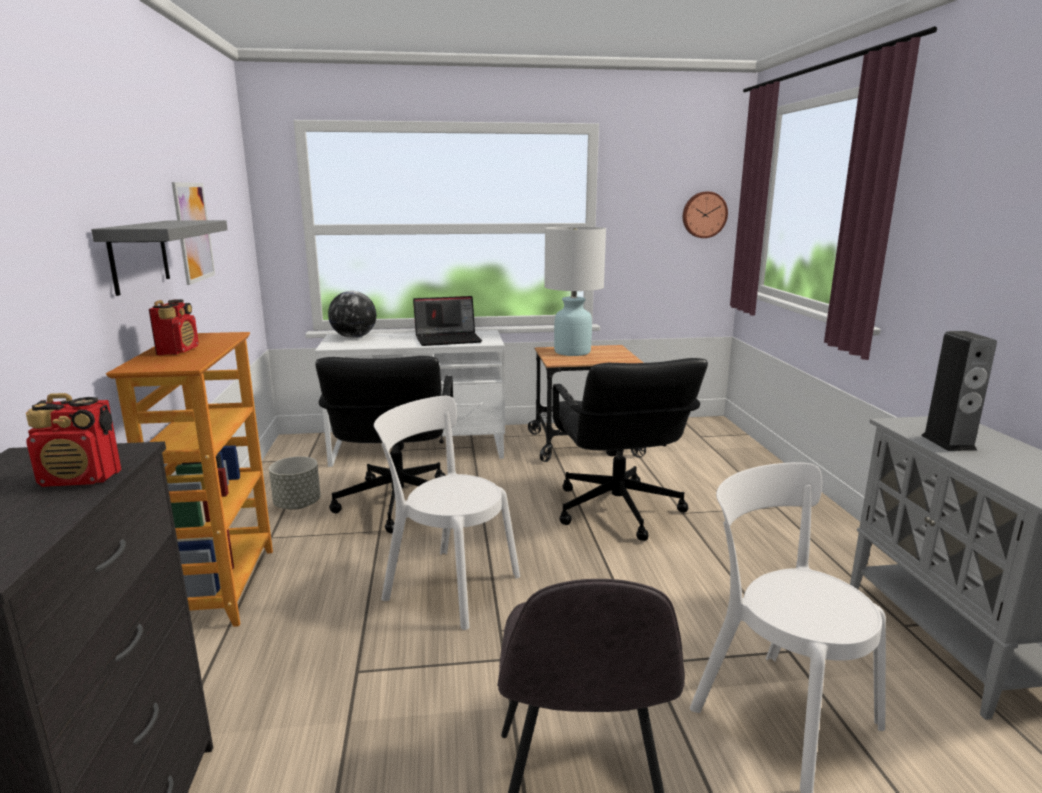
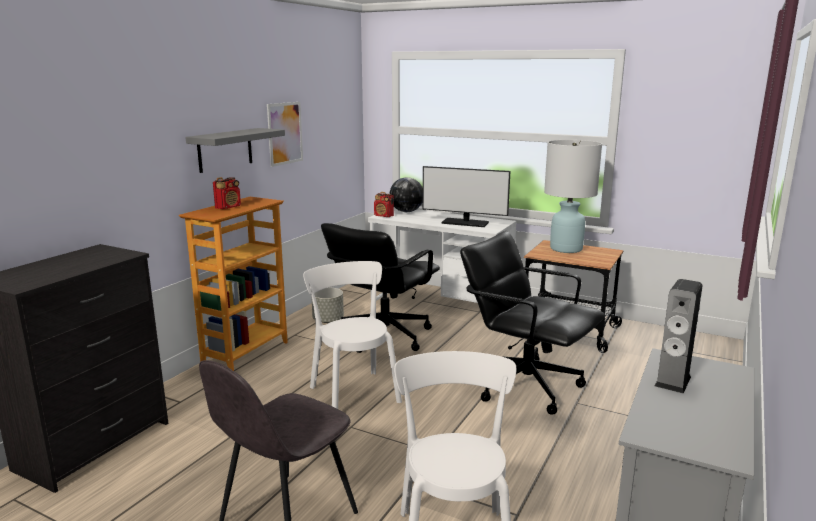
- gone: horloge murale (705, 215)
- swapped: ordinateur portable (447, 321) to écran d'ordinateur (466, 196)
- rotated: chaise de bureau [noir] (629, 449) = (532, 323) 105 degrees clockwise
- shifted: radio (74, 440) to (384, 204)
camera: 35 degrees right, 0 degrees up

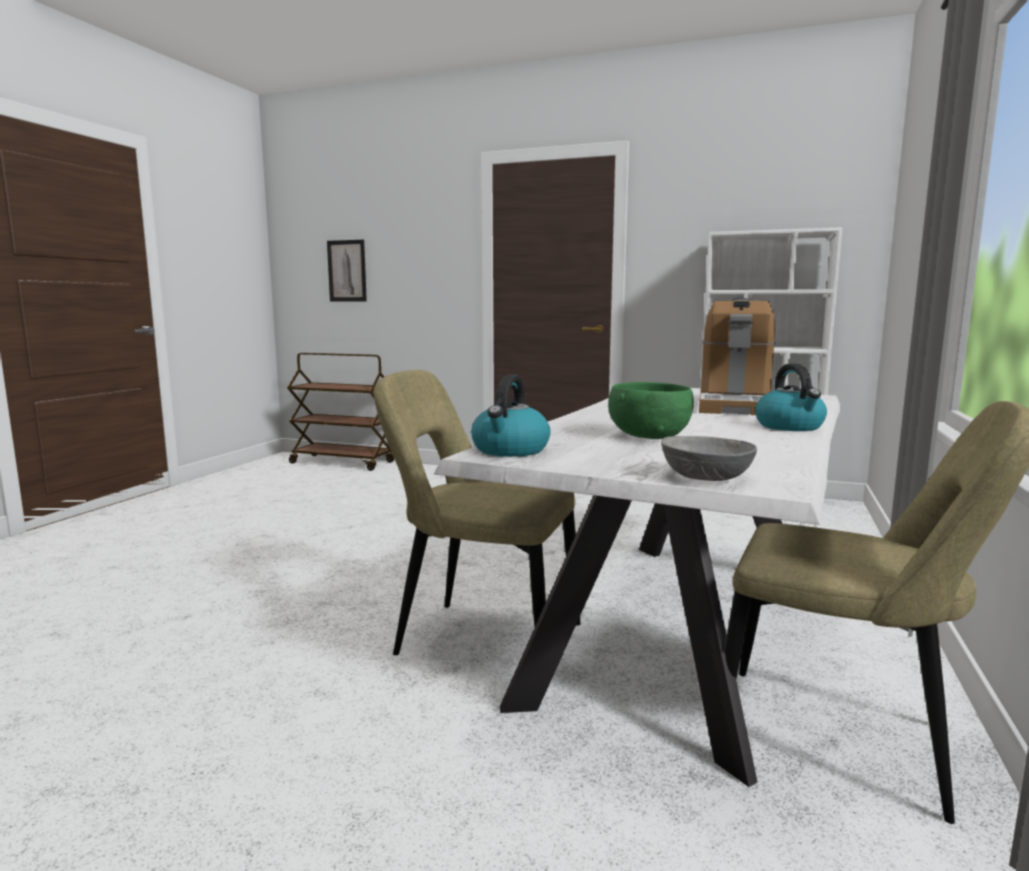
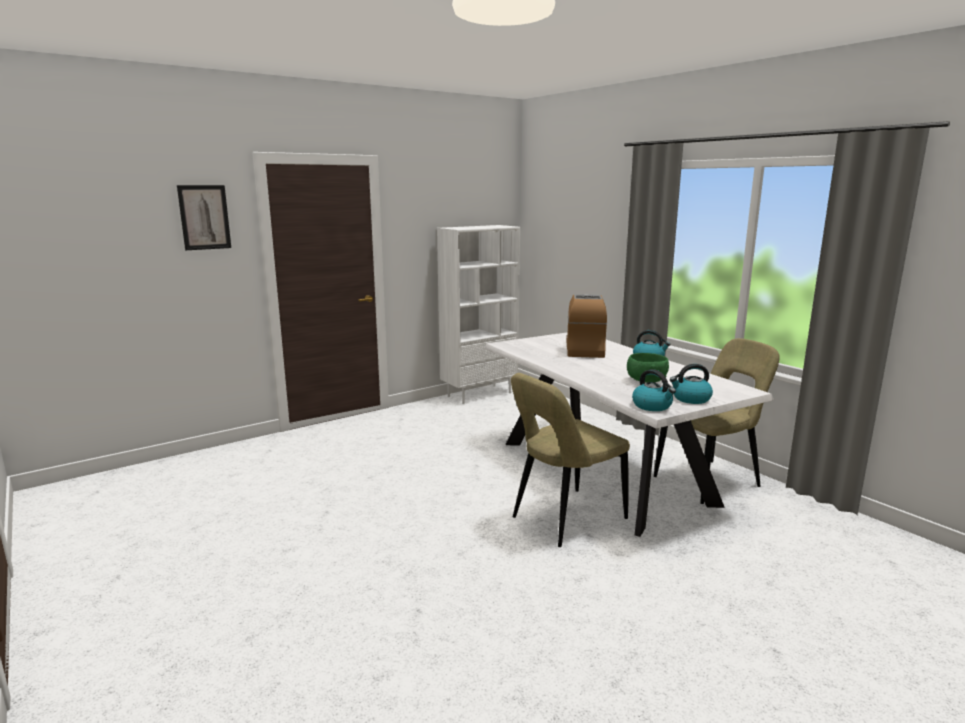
- shifted: tableau (347, 271) to (204, 217)
- rotated: machine à café (737, 356) = (587, 326) 135 degrees counterclockwise
- gone: chariot [marron] (340, 412)
- gone: bol [gris] (709, 458)
- new: bouilloire (691, 384)
camera: 55 degrees left, 5 degrees up

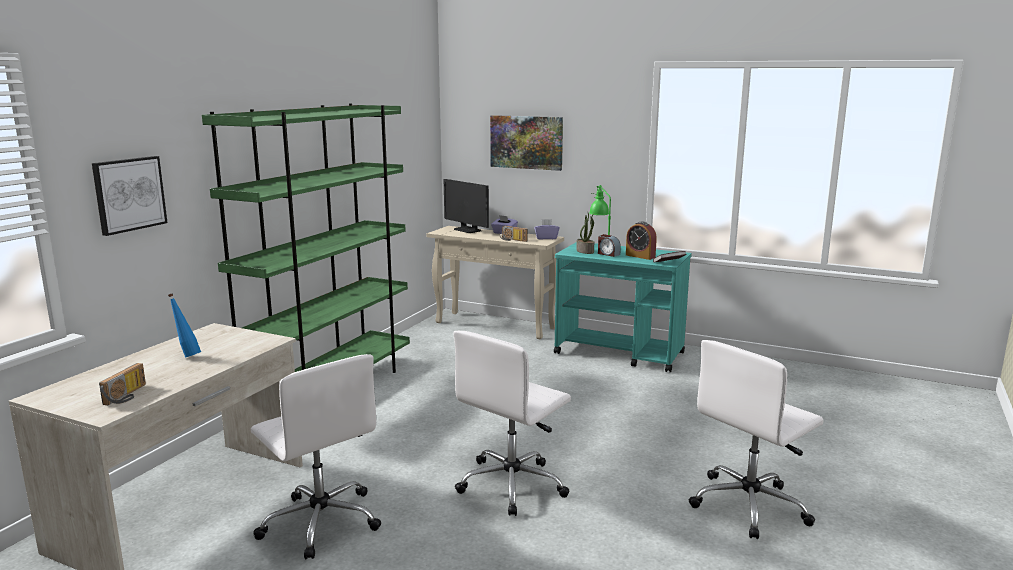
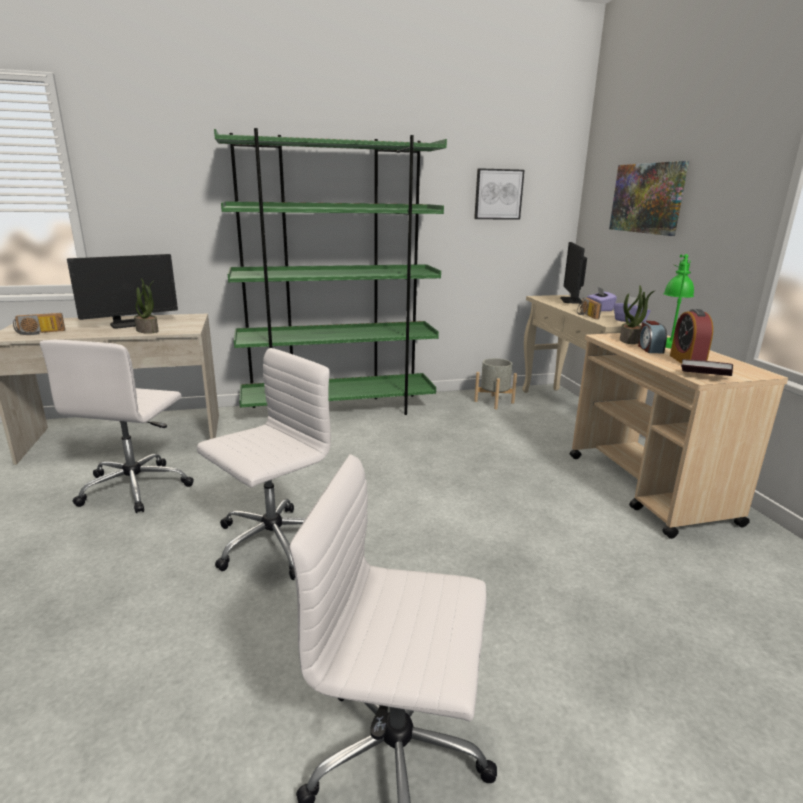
- shifted: tableau (129, 196) to (499, 194)
- repainted: chariot [turquoise] (623, 307) to chariot [beige] (679, 436)
- swapped: bouteille [bleu] (184, 325) to écran d'ordinateur (122, 291)
- rotated: chaise de bureau [blanc] (512, 423) = (264, 464) 135 degrees clockwise
- new: plante en pot (146, 306)
- new: cache-pot [gris] (495, 384)
camera: 50 degrees right, 5 degrees up

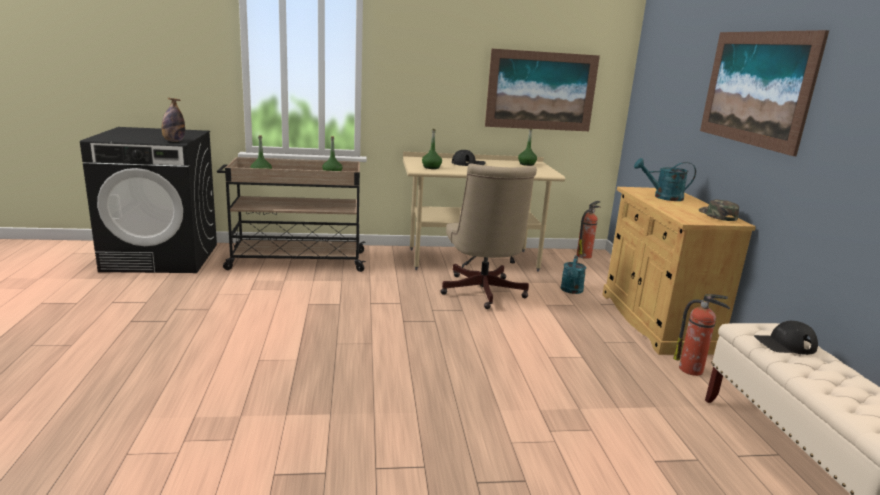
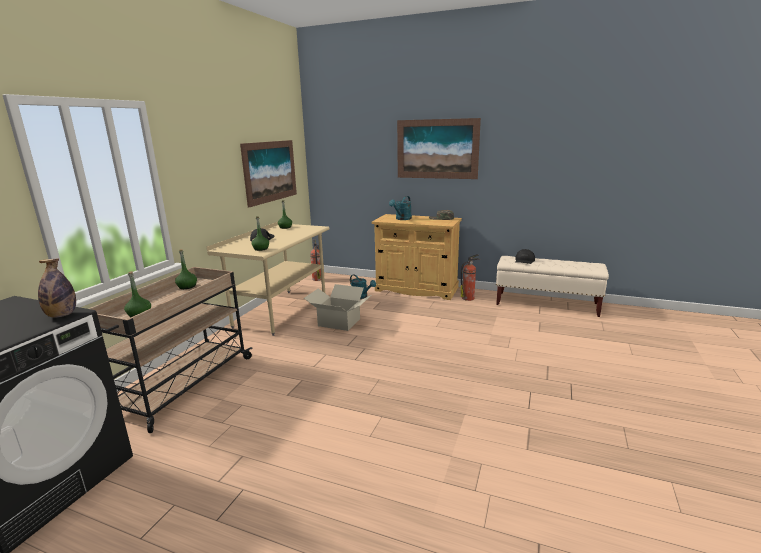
- swapped: chaise de bureau [beige] (489, 236) to carton (337, 307)
camera: 60 degrees left, 0 degrees up

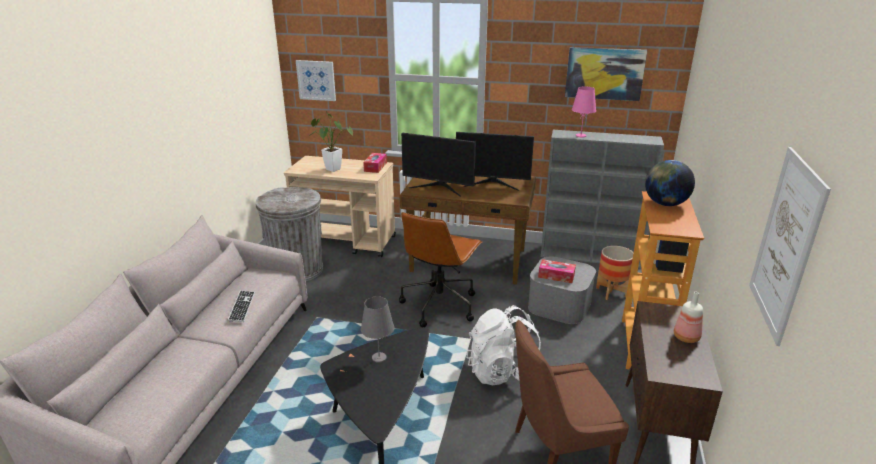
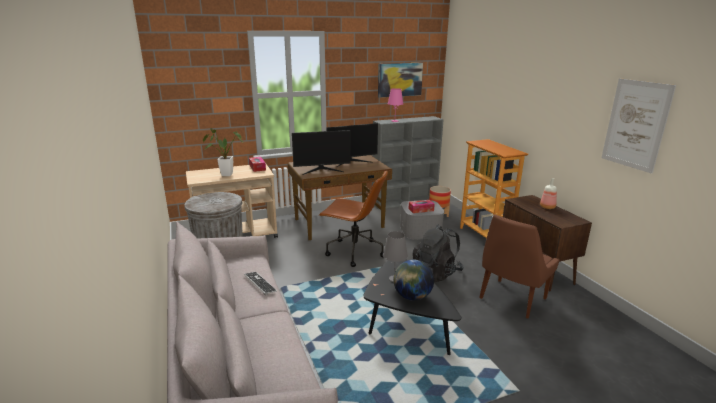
- gone: tableau (316, 80)
- shifted: globe (670, 183) to (414, 280)
- rotated: chaise de bureau [marron] (440, 269) = (353, 218) 60 degrees counterclockwise
- repainted: sac à dos [blanc] (503, 345) to sac à dos [noir] (438, 253)
camera: 35 degrees left, 5 degrees down

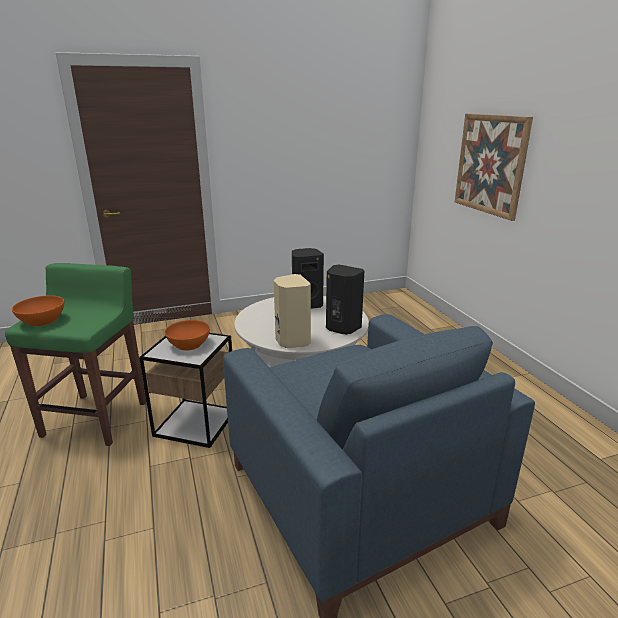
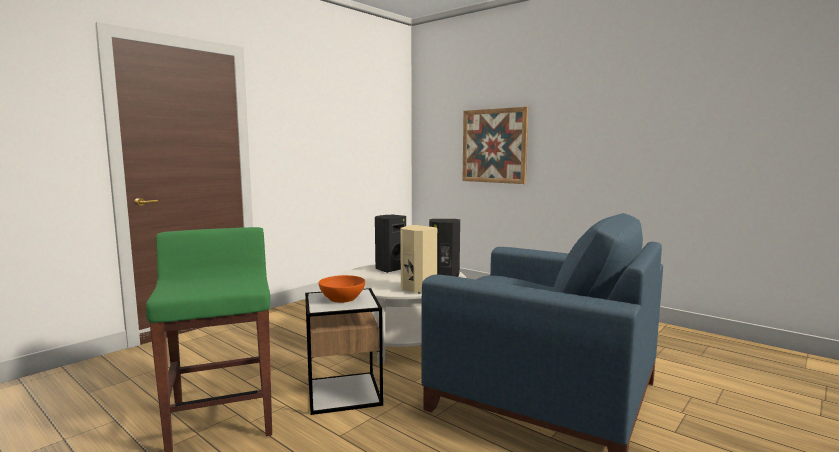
- gone: bol [orange] (38, 310)
camera: 30 degrees left, 15 degrees down

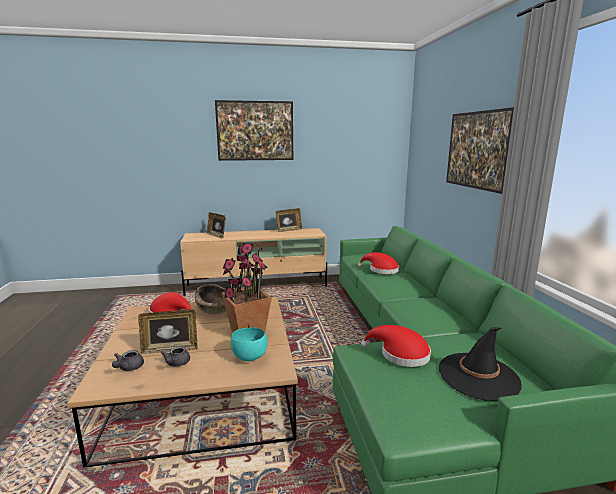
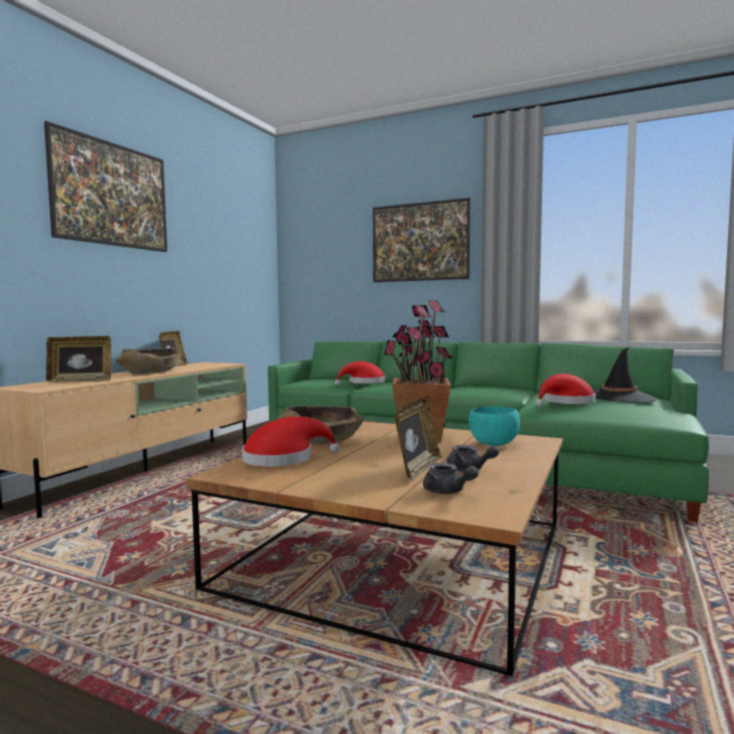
- new: bol [marron] (148, 361)
camera: 55 degrees left, 10 degrees down

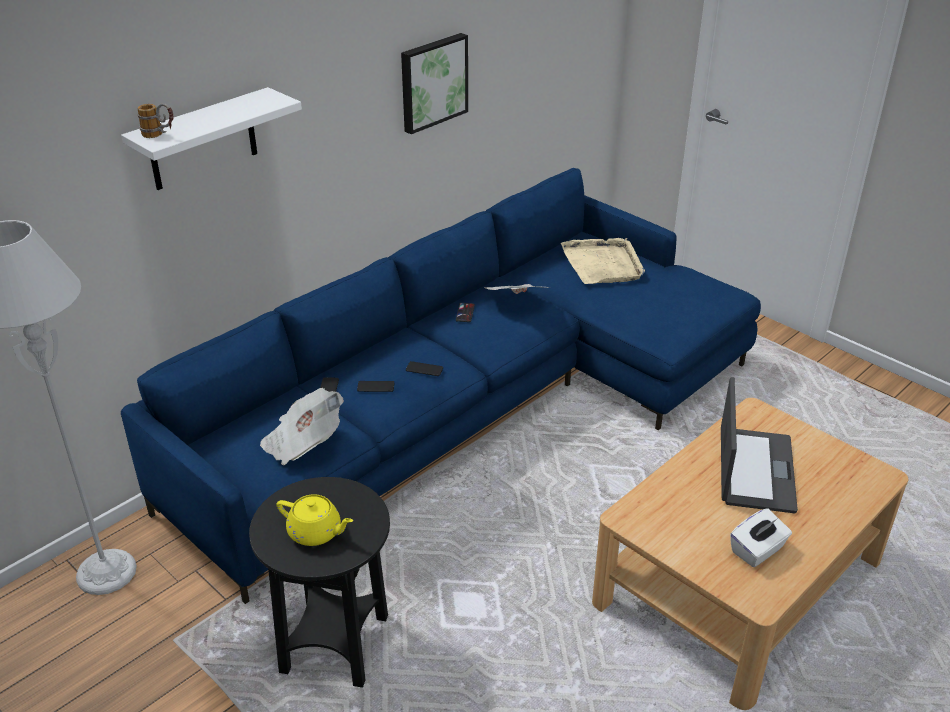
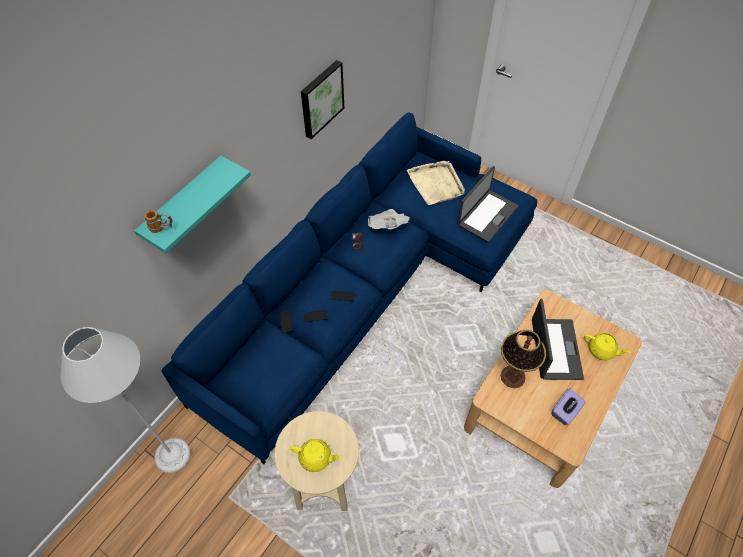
- repainted: étagère [blanc] (211, 138) to étagère [turquoise] (192, 204)
- gone: journal (302, 426)
- repainted: table d'appoint [noir] (319, 582) to table d'appoint [beige] (316, 461)
- repainted: boîte à mouchoirs [blanc] (761, 537) to boîte à mouchoirs [violet] (568, 406)
- new: ordinateur portable (488, 204)
- new: lampe de table (523, 359)
- new: théière [jaune] (607, 346)
camera: 10 degrees left, 20 degrees up

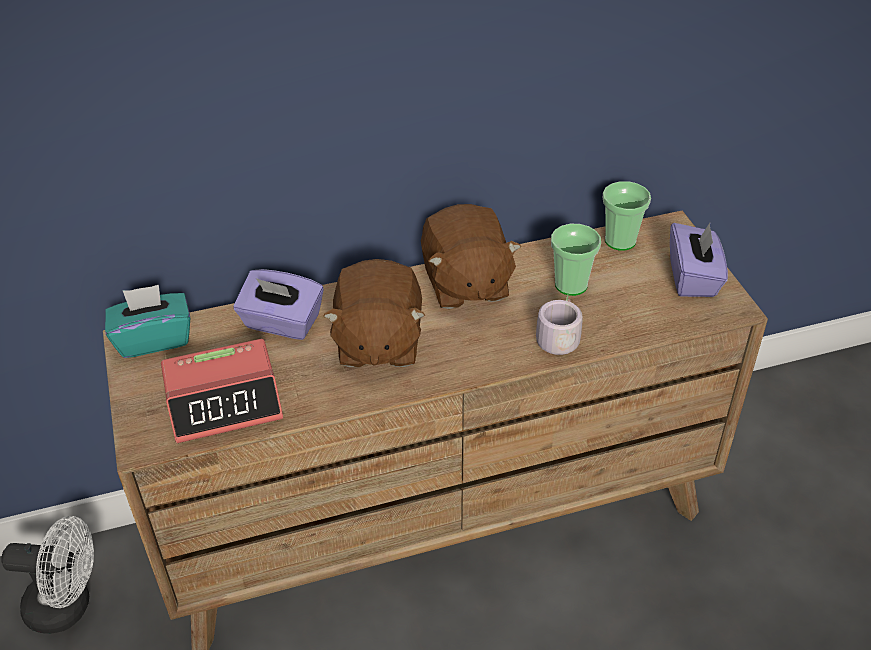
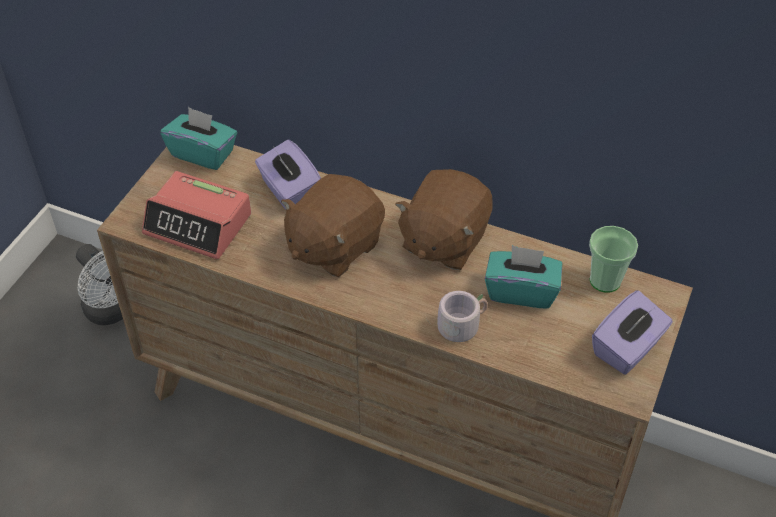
- swapped: tasse (576, 260) to boîte à mouchoirs [turquoise] (523, 277)
camera: 40 degrees right, 5 degrees up

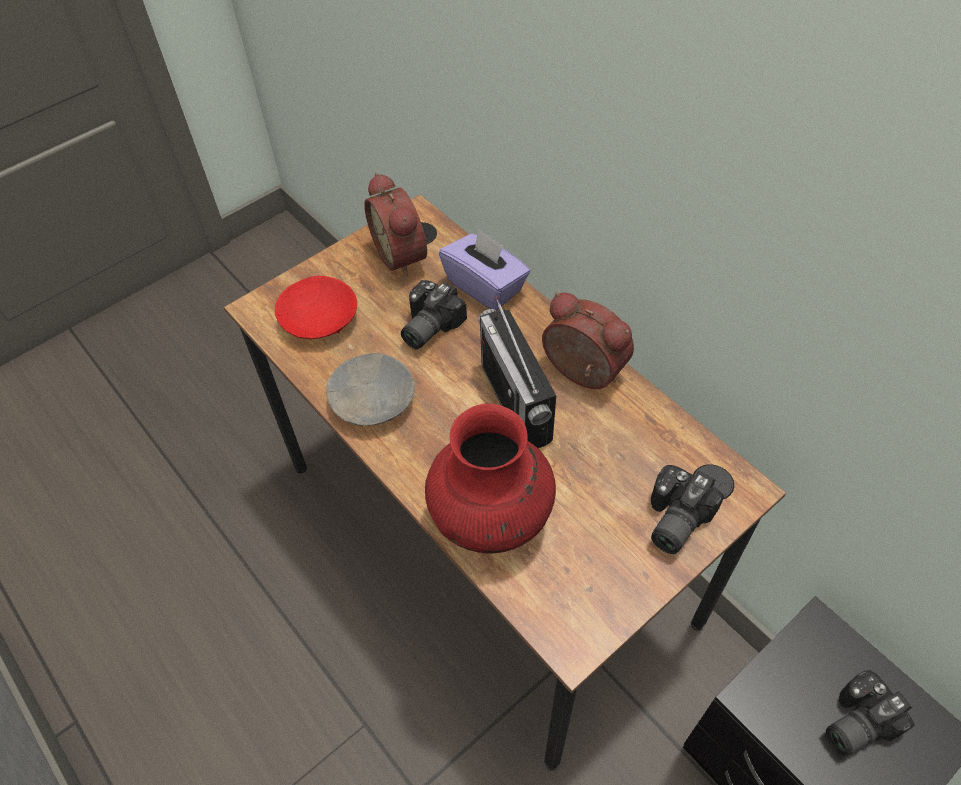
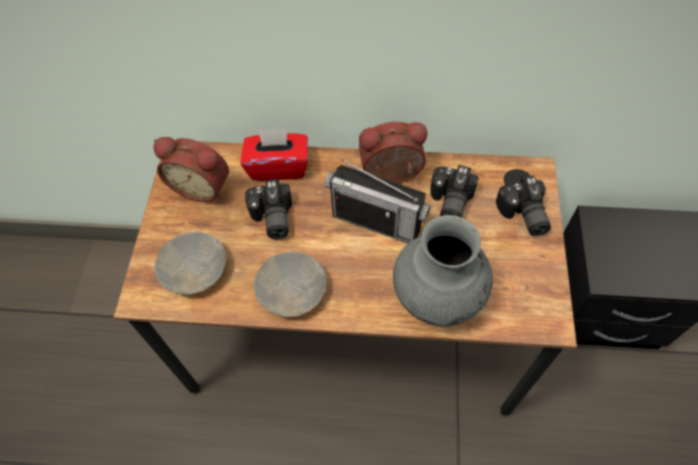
- repainted: boîte à mouchoirs [violet] (484, 269) to boîte à mouchoirs [rouge] (274, 155)
- repainted: bol [rouge] (316, 307) to bol [gris] (190, 263)
- repainted: vase [rouge] (490, 478) to vase [gris] (443, 271)
- shifted: appareil photo (870, 713) to (454, 191)
camera: 45 degrees left, 5 degrees up

